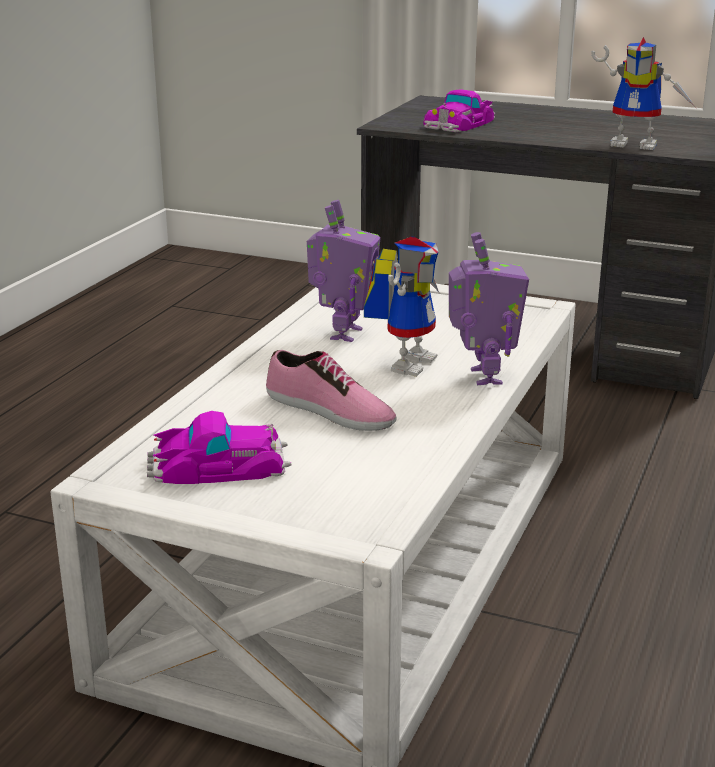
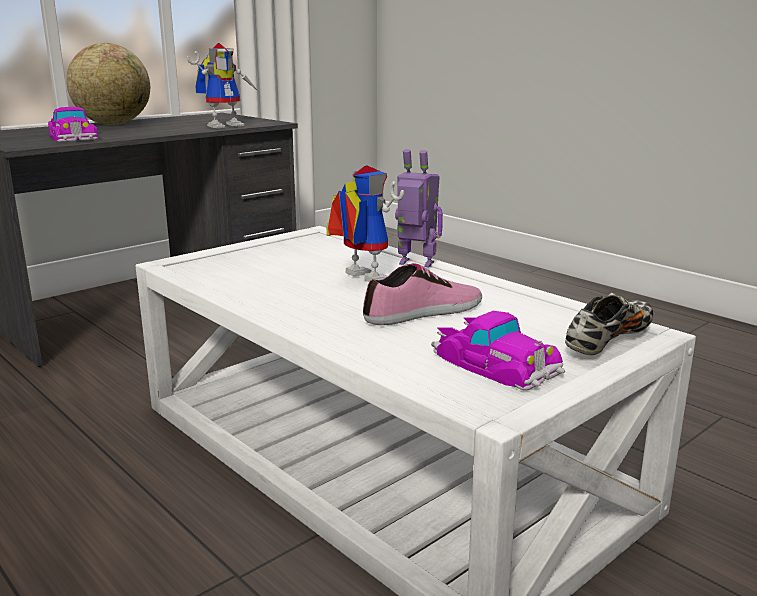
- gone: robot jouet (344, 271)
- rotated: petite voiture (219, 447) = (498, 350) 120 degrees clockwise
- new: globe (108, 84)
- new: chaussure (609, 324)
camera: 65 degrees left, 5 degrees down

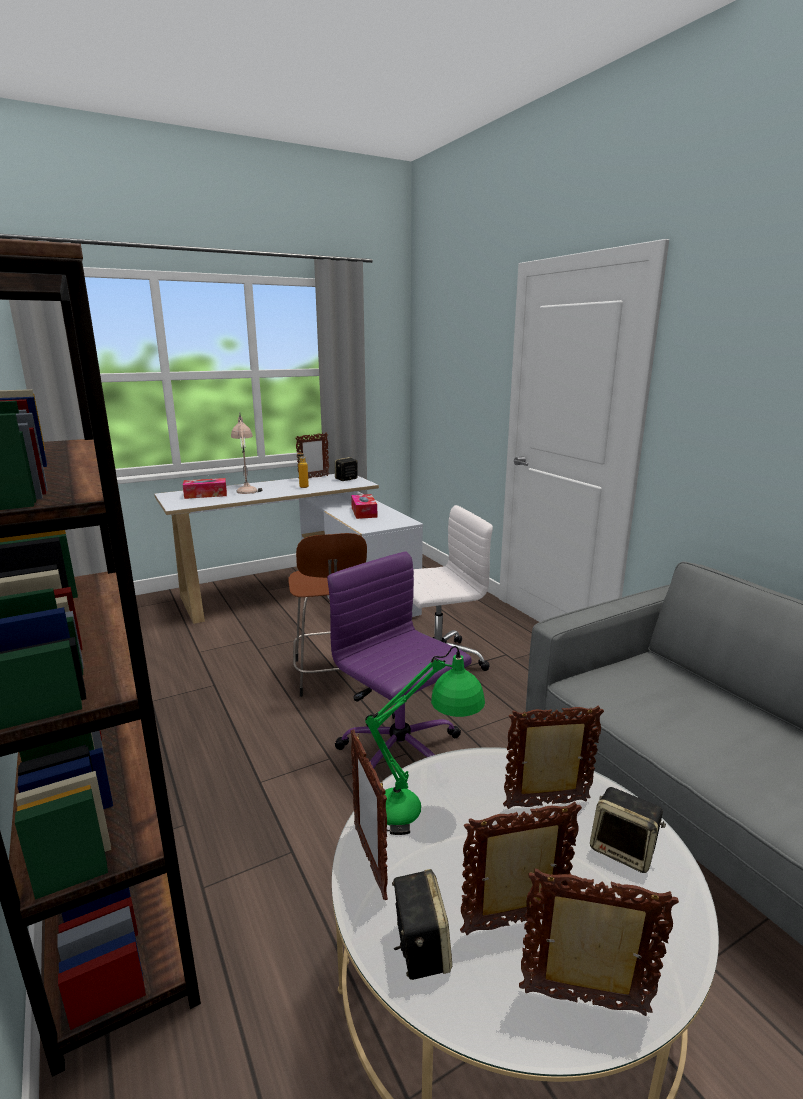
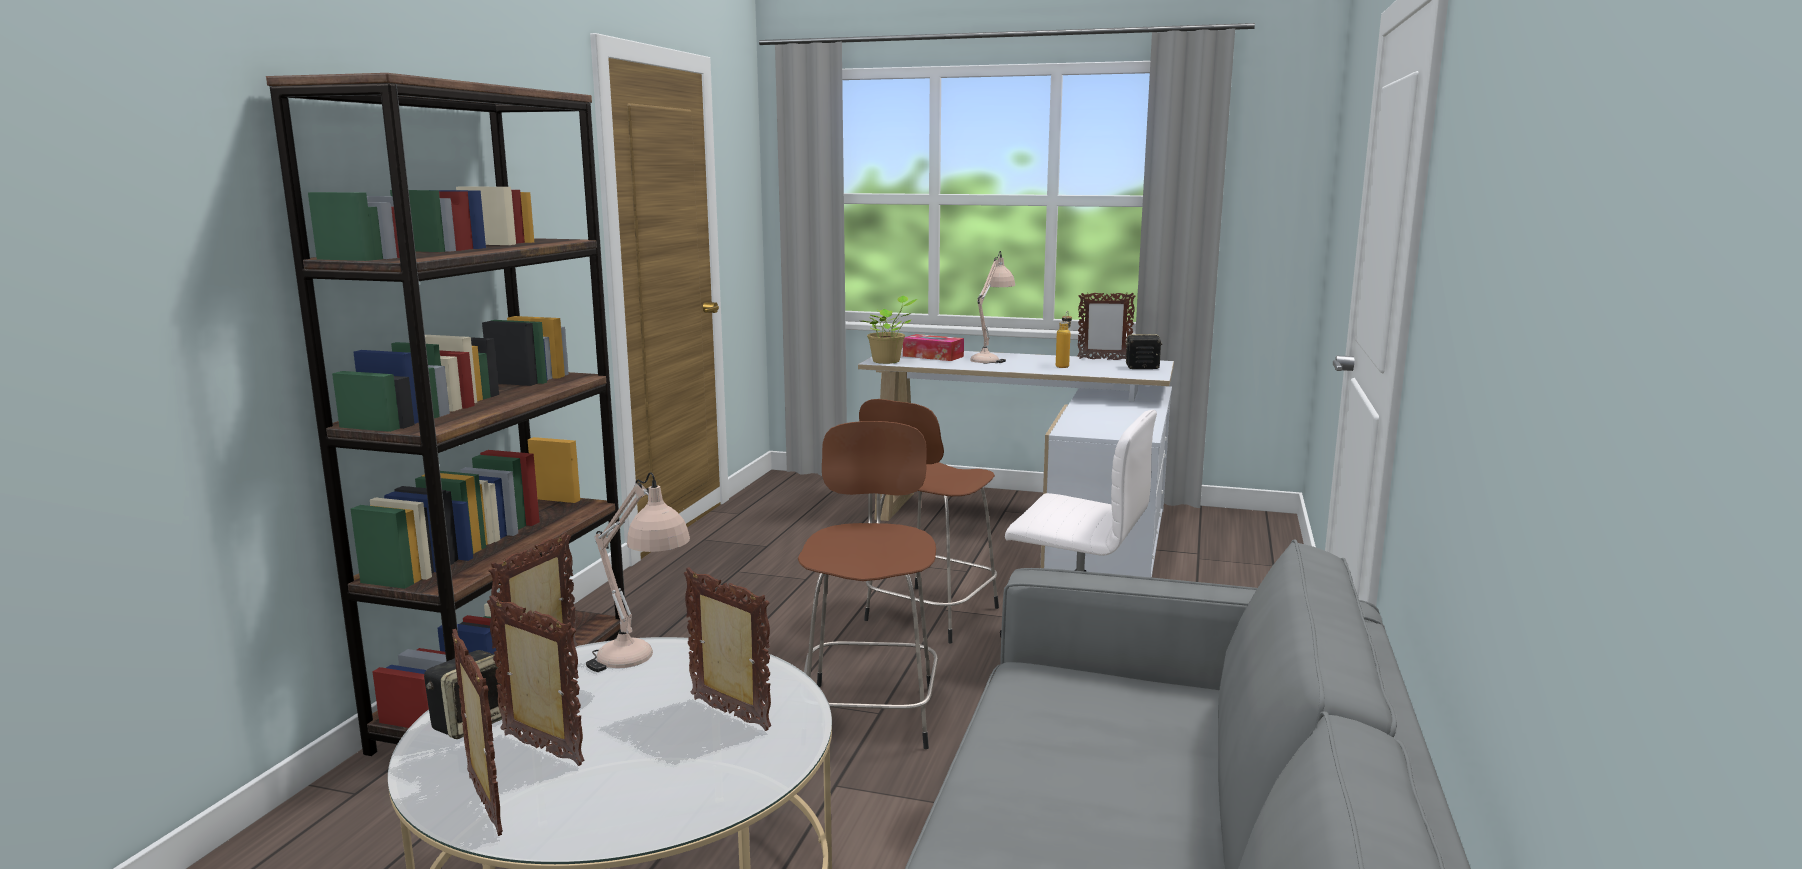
- gone: boîte à mouchoirs (364, 506)
- swapped: chaise de bureau [violet] (399, 660) to tabouret [marron] (868, 585)
- repainted: lampe de table [vert] (425, 740) to lampe de table [beige] (638, 572)
- gone: enceinte (628, 830)
- new: plante en pot (889, 330)
camera: 45 degrees right, 5 degrees down

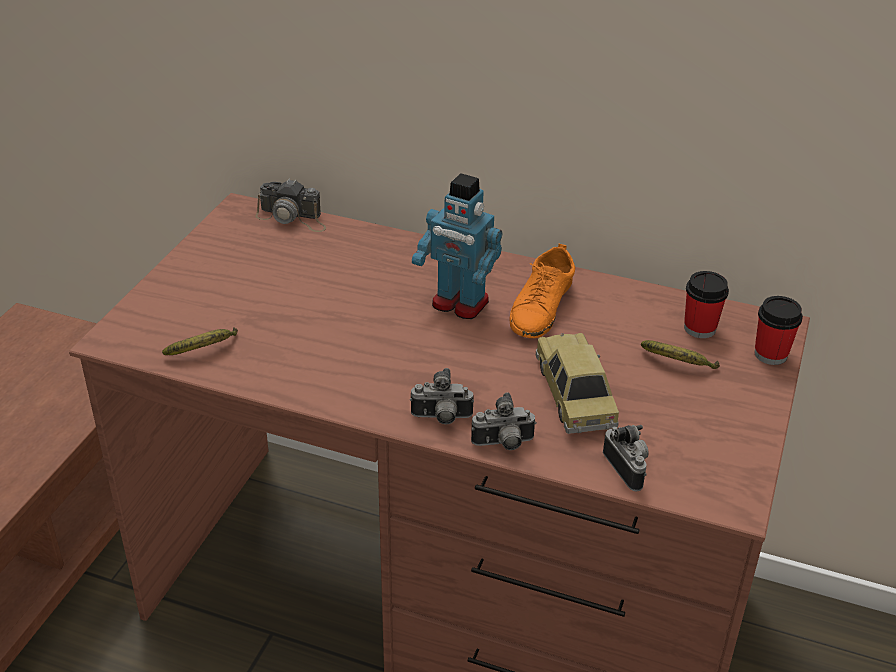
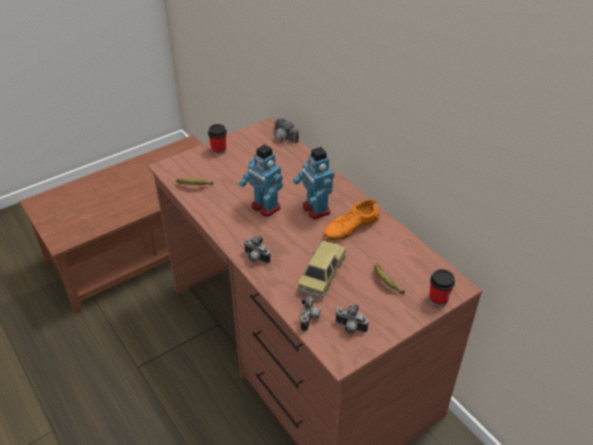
- shifted: tasse (706, 304) to (217, 139)
- shifted: appareil photo (503, 421) to (351, 319)
- new: robot jouet (261, 180)
camera: 35 degrees right, 5 degrees up

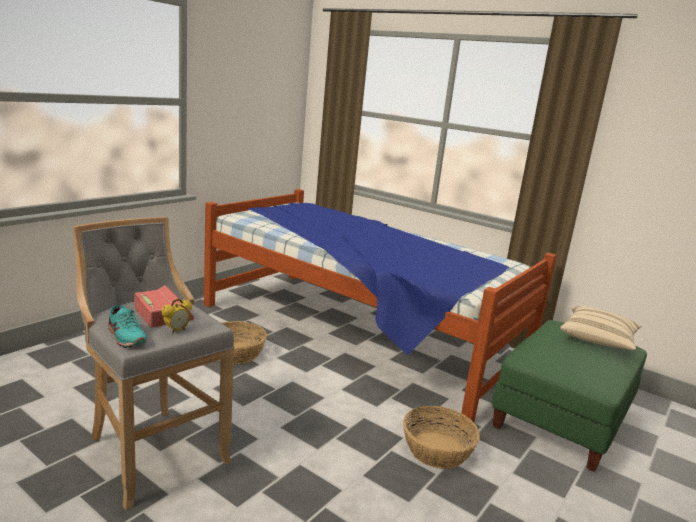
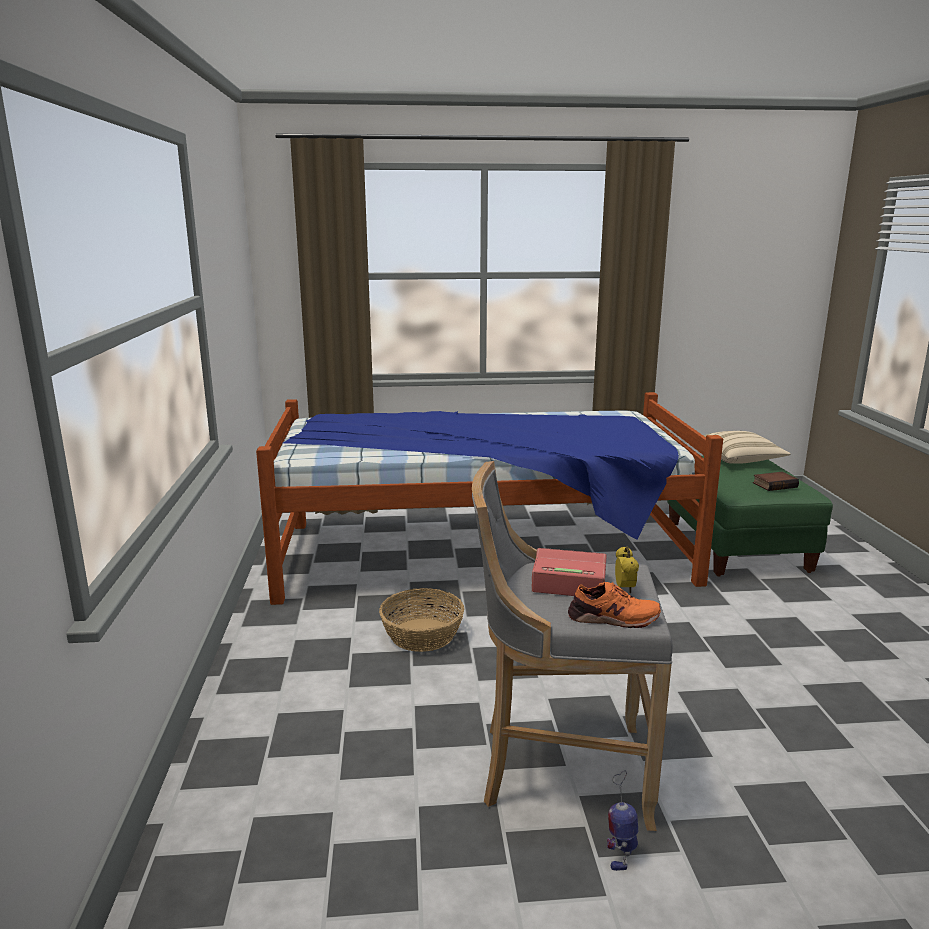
- repainted: chaussure [turquoise] (127, 326) to chaussure [orange] (614, 605)
- gone: panier (441, 437)
- new: livre (776, 481)
- new: robot jouet (622, 820)
camera: 40 degrees left, 0 degrees up

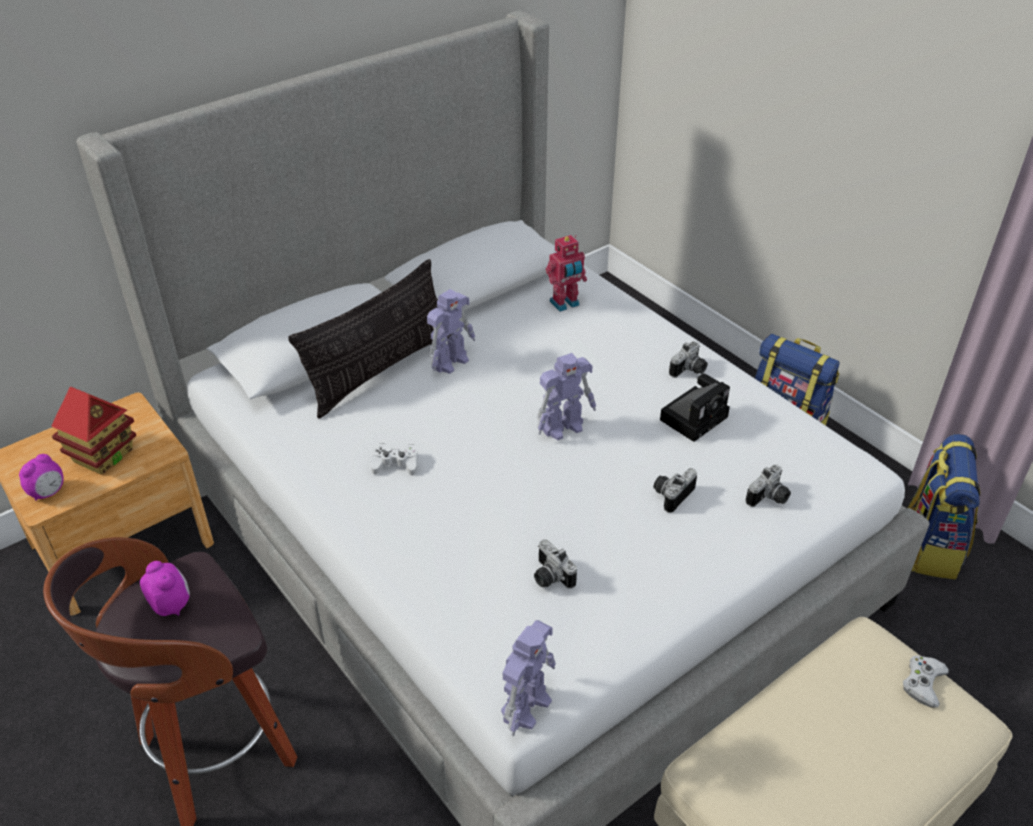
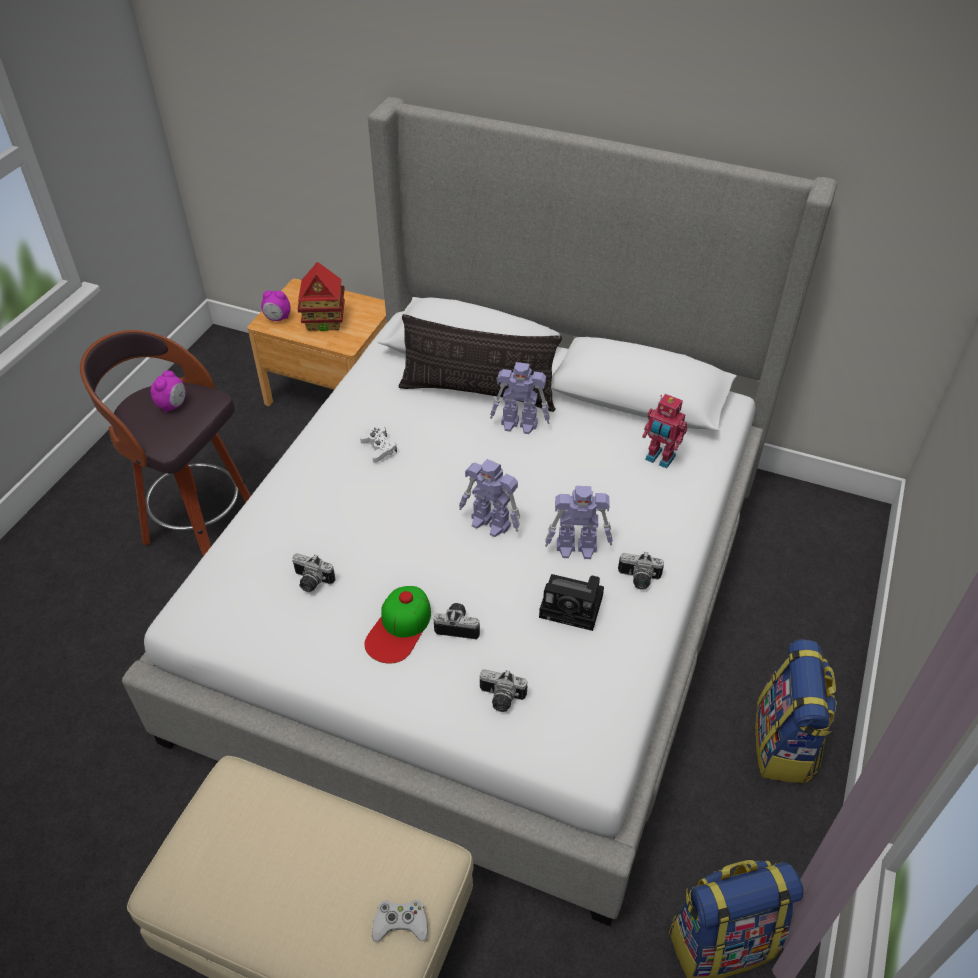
- rotated: appareil photo (555, 564) = (313, 572) 90 degrees counterclockwise
- shifted: robot jouet (528, 678) to (579, 522)
- new: casquette (397, 625)
camera: 60 degrees right, 5 degrees up

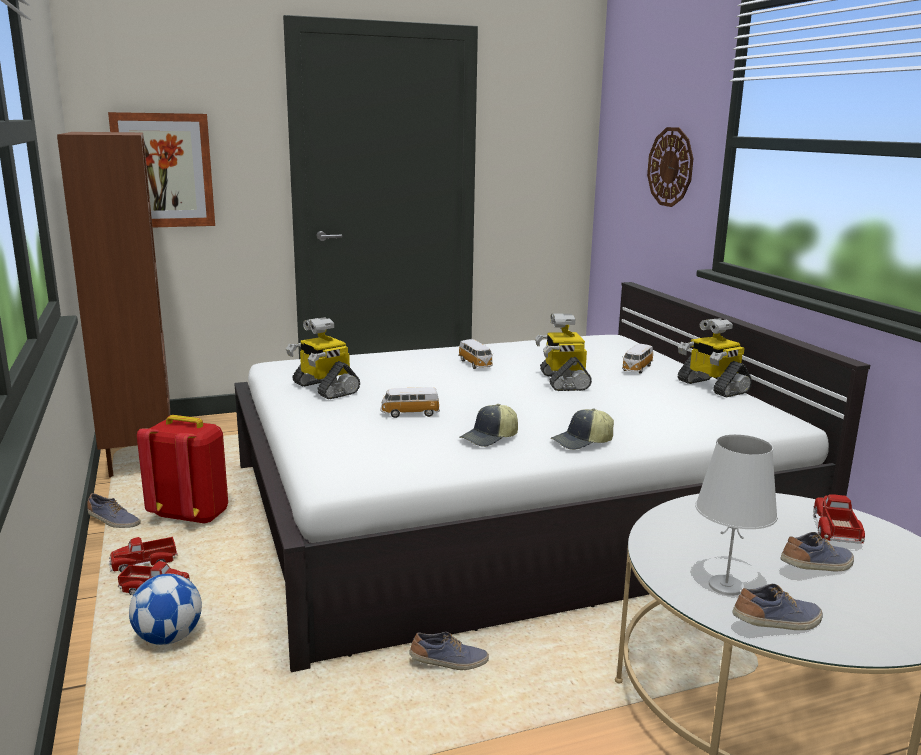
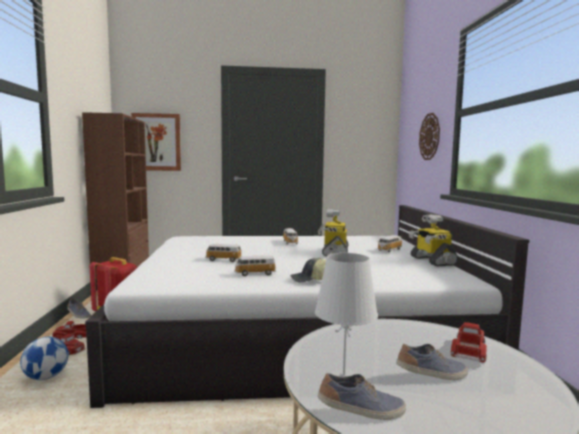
- gone: robot jouet (323, 358)
- swapped: casquette (488, 425) to petite voiture (255, 265)
- gone: chaussure (449, 651)
camera: 15 degrees right, 10 degrees down

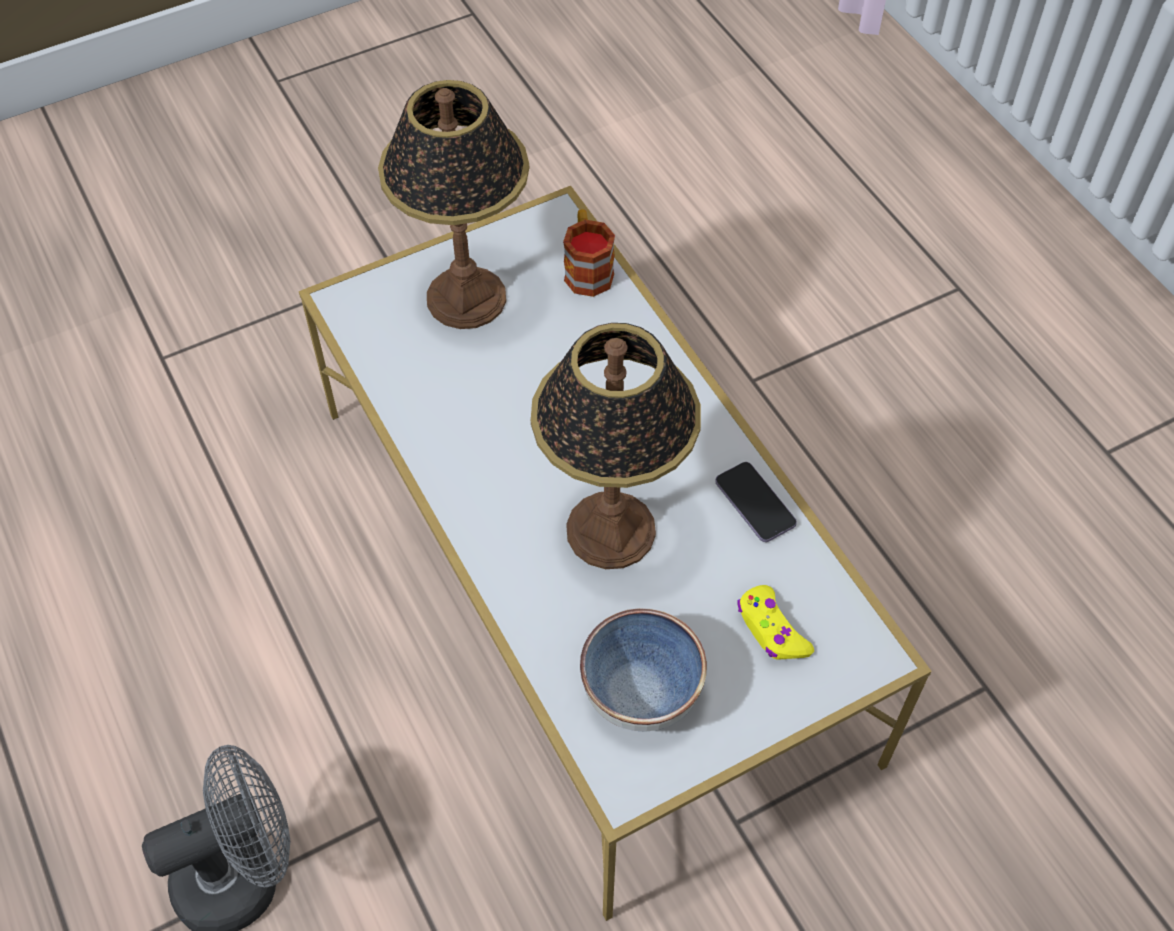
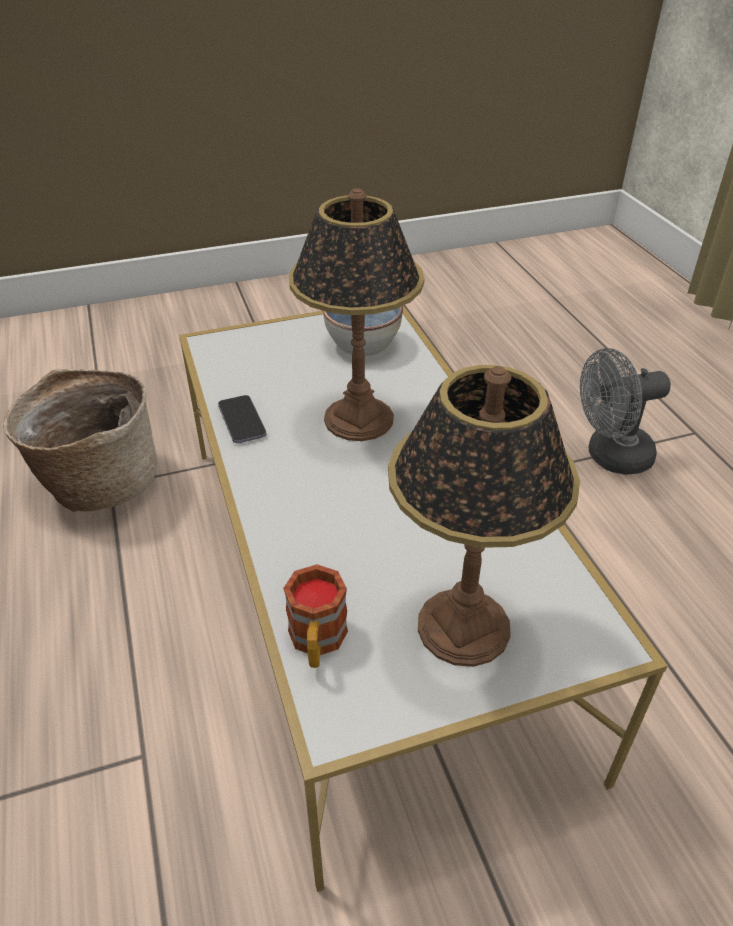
- gone: manette [jaune] (775, 622)
- new: panier (80, 440)
camera: 170 degrees left, 15 degrees down

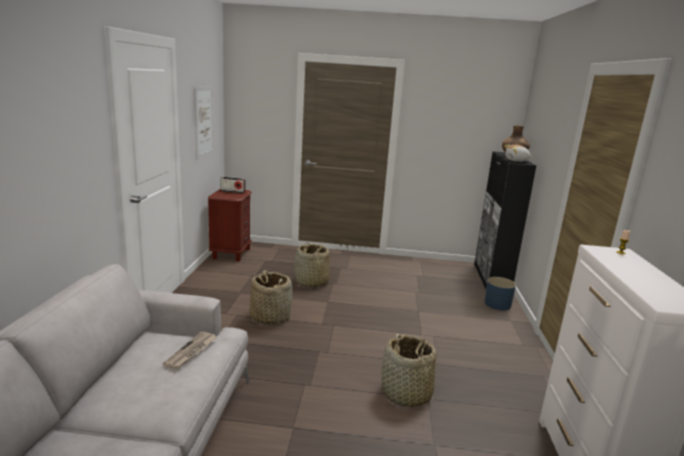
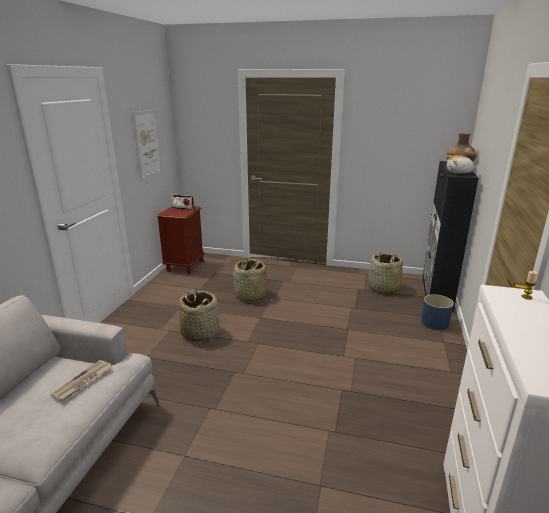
- shifted: panier (408, 370) to (386, 272)
camera: 10 degrees right, 5 degrees up

